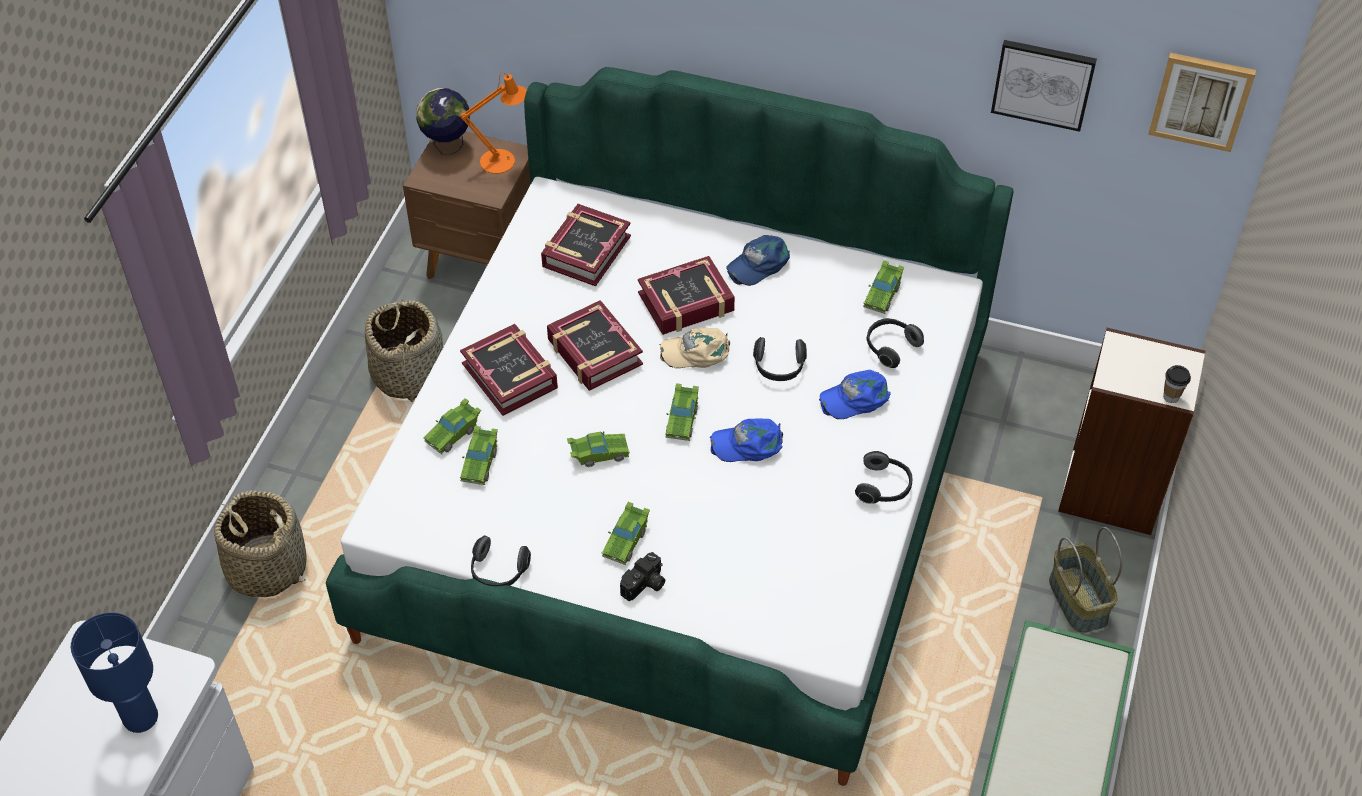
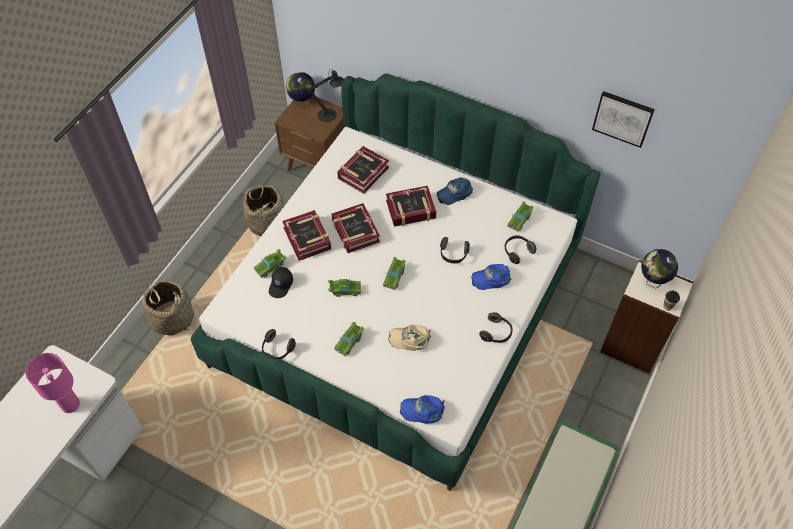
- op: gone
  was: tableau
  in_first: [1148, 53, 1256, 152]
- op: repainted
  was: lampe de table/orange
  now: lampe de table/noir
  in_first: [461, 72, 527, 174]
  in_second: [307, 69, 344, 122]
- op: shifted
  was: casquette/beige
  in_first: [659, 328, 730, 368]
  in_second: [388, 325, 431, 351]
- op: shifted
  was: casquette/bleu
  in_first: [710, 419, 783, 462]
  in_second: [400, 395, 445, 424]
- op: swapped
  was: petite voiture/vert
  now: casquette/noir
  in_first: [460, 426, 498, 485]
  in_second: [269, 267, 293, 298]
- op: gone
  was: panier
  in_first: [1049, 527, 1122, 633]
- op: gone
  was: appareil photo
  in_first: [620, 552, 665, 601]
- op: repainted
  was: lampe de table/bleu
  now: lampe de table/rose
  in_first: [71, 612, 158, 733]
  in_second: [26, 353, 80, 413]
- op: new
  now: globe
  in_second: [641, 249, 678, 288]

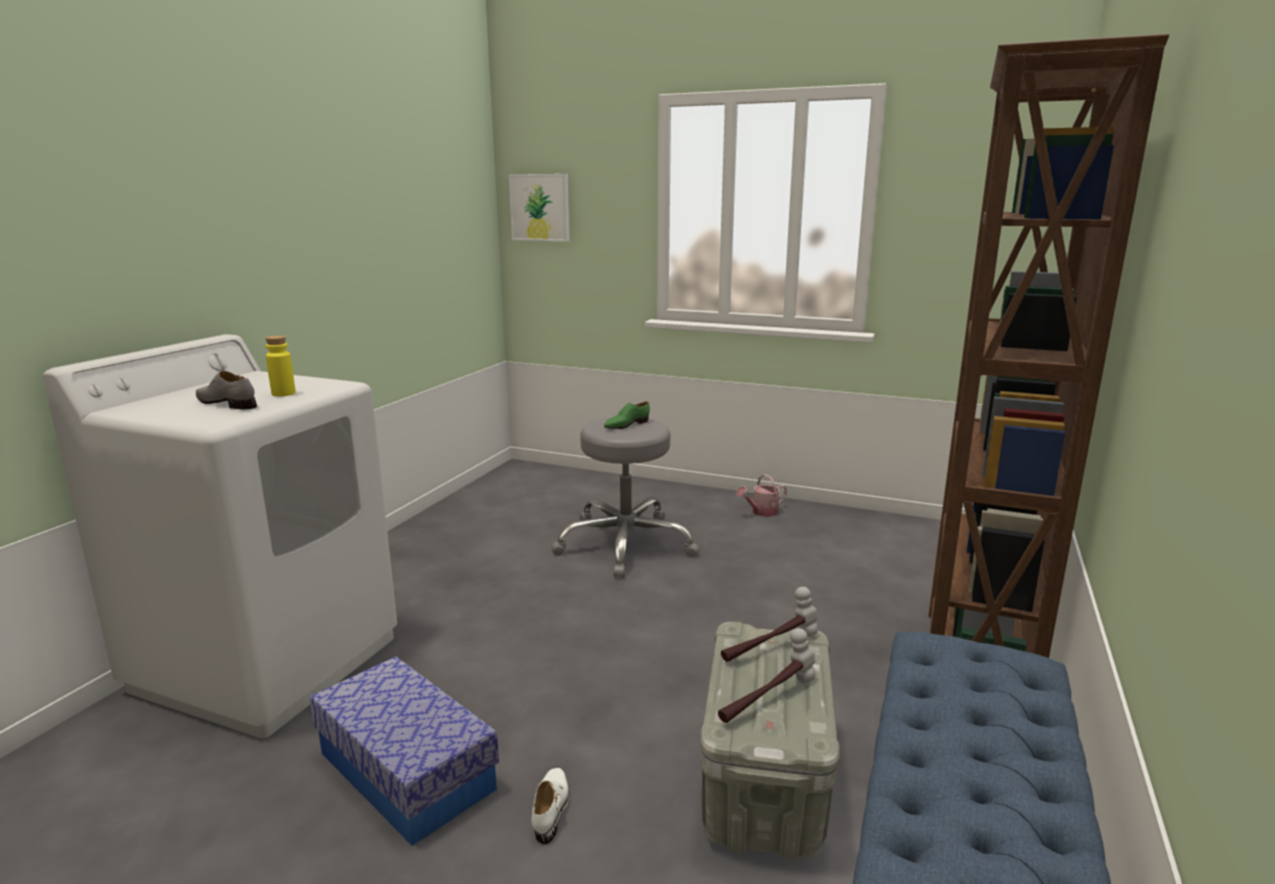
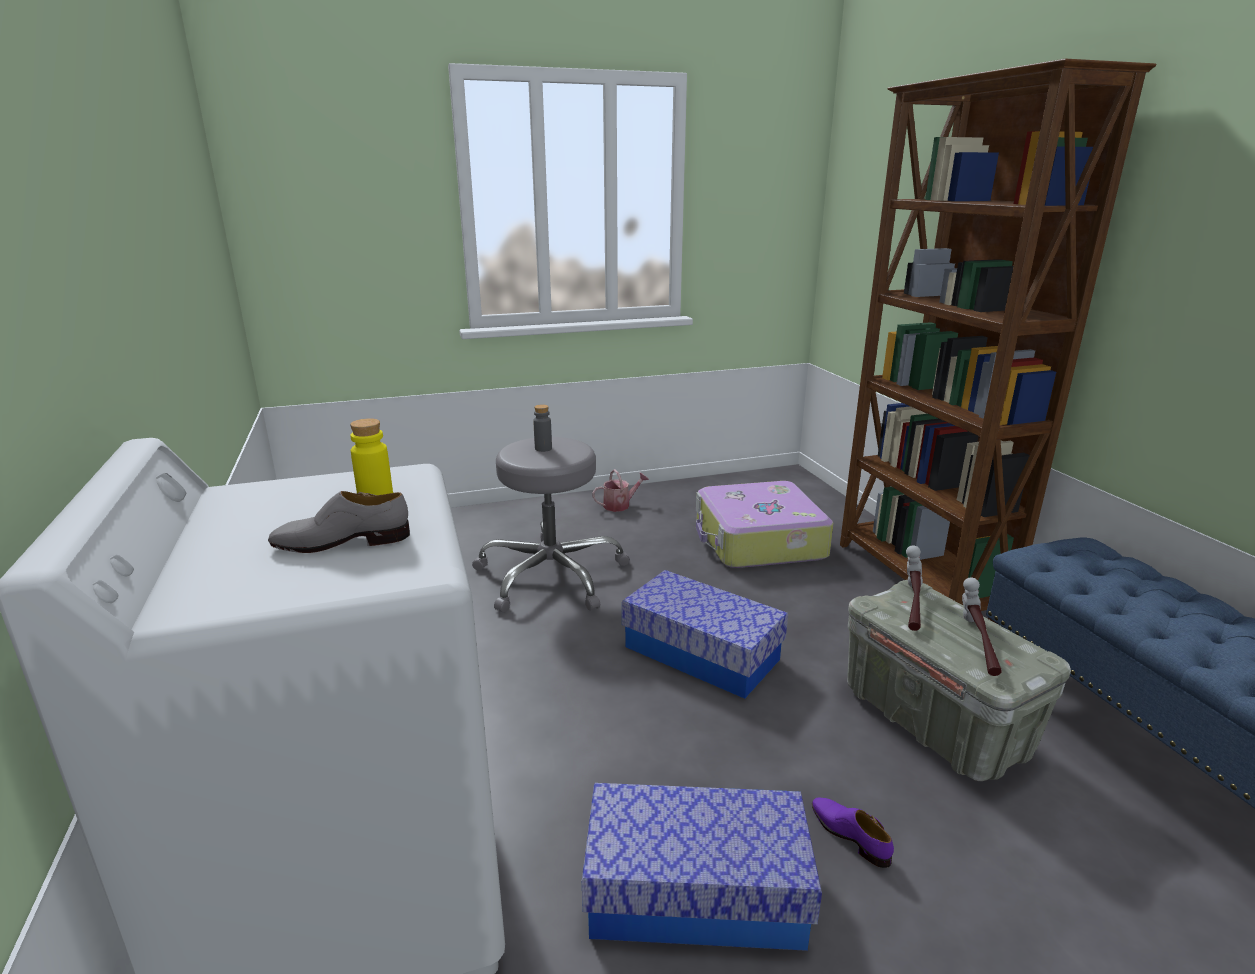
- op: gone
  was: tableau
  in_first: [509, 174, 569, 242]
- op: swapped
  was: chaussure/vert
  now: bouteille/gris
  in_first: [604, 401, 650, 429]
  in_second: [533, 404, 552, 452]
- op: rotated
  was: arrosoir
  in_first: [736, 474, 787, 517]
  in_second: [592, 469, 649, 512]
  clockwise: -135
- op: repainted
  was: chaussure/blanc
  now: chaussure/violet
  in_first: [531, 768, 568, 844]
  in_second: [812, 798, 894, 868]
- op: new
  now: valise
  in_second: [696, 481, 834, 568]
- op: new
  now: boîte de rangement
  in_second: [622, 570, 788, 699]

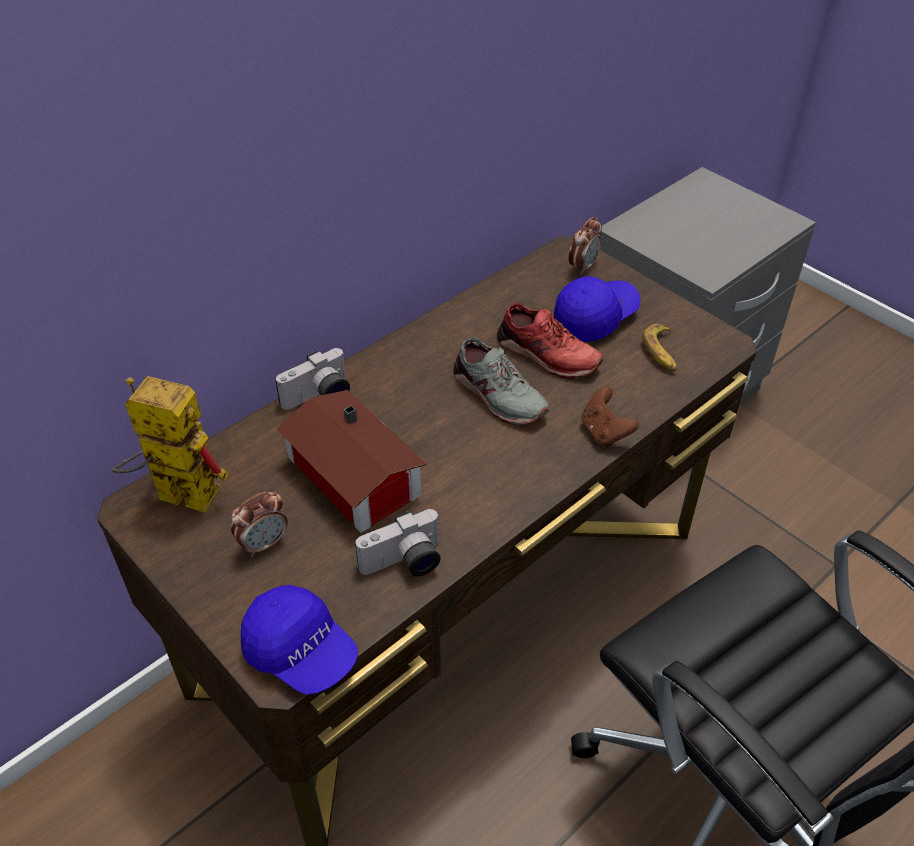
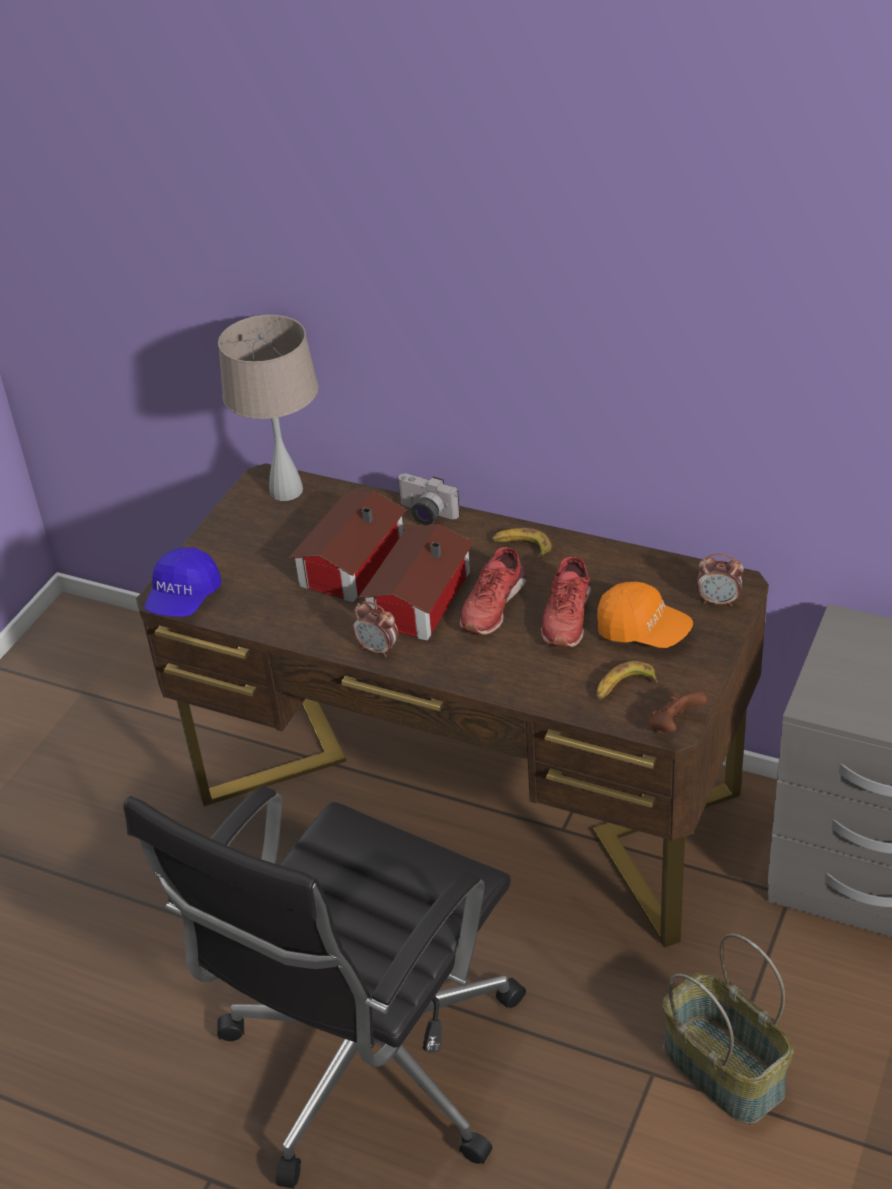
- op: repainted
  was: casquette/bleu
  now: casquette/orange
  in_first: [554, 276, 640, 342]
  in_second: [597, 581, 693, 648]
- op: repainted
  was: chaussure/gris
  now: chaussure/rouge
  in_first: [453, 337, 549, 425]
  in_second: [460, 547, 526, 635]
- op: swapped
  was: robot jouet
  now: lampe de table/beige
  in_first: [112, 376, 228, 513]
  in_second: [218, 315, 319, 501]
- op: shifted
  was: manette/marron
  in_first: [581, 387, 639, 447]
  in_second: [650, 691, 707, 733]
- op: shifted
  was: réveil
  in_first: [231, 492, 288, 557]
  in_second: [353, 601, 399, 657]
- op: gone
  was: appareil photo
  in_first: [355, 509, 441, 576]
- op: new
  now: maison miniature
  in_second: [359, 524, 474, 641]
- op: new
  now: banane
  in_second: [492, 528, 552, 558]
- op: new
  now: panier
  in_second: [662, 934, 794, 1124]

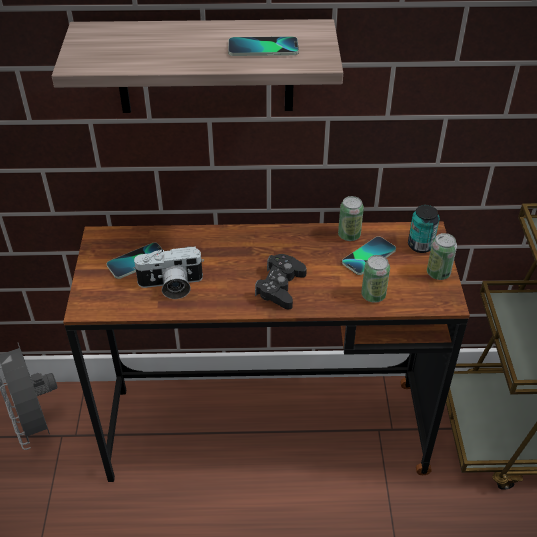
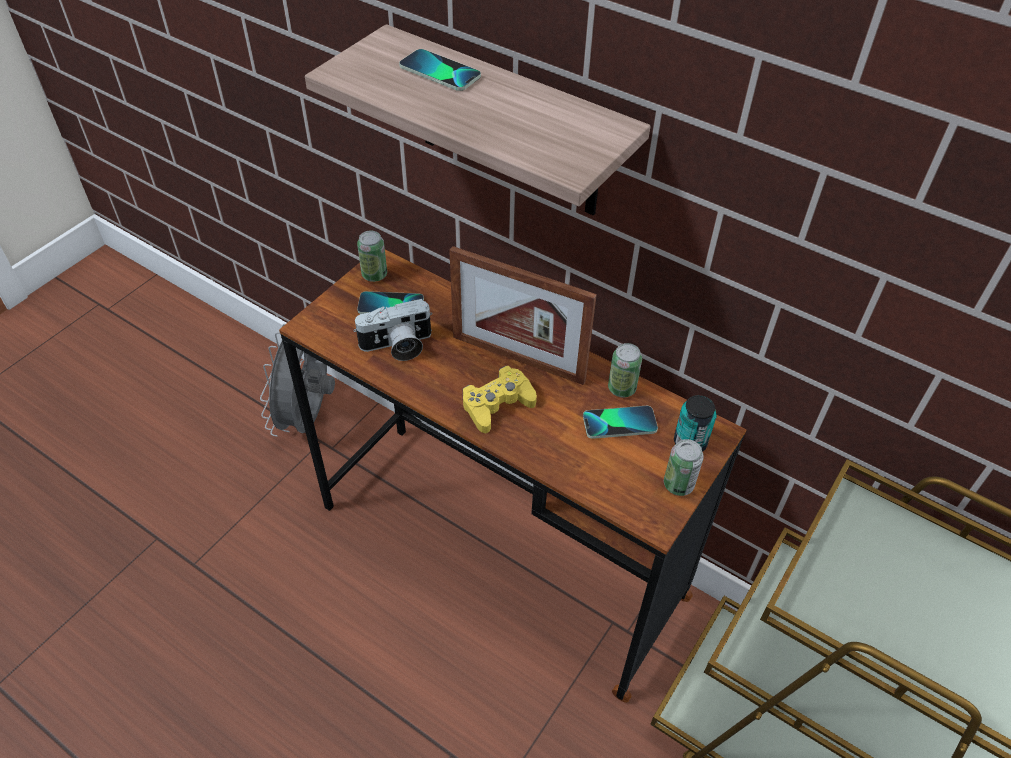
- op: shifted
  was: téléphone
  in_first: [228, 36, 299, 56]
  in_second: [399, 49, 481, 91]
- op: rotated
  was: appareil photo
  in_first: [133, 246, 204, 299]
  in_second: [353, 299, 433, 361]
  clockwise: -45
- op: repainted
  was: manette/noir
  now: manette/jaune
  in_first: [255, 254, 307, 309]
  in_second: [463, 366, 537, 433]
- op: shifted
  was: boîte métallique
  in_first: [361, 255, 390, 303]
  in_second: [357, 231, 387, 282]
- op: new
  now: cadre photo
  in_second: [449, 246, 597, 385]

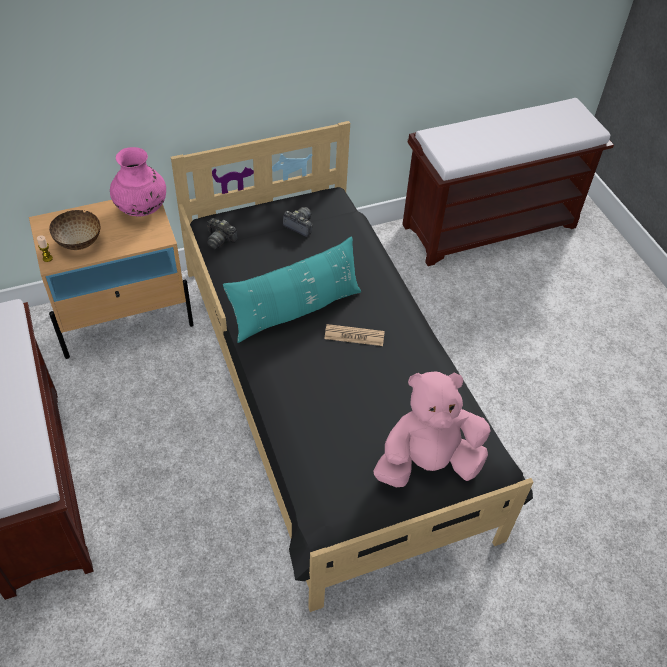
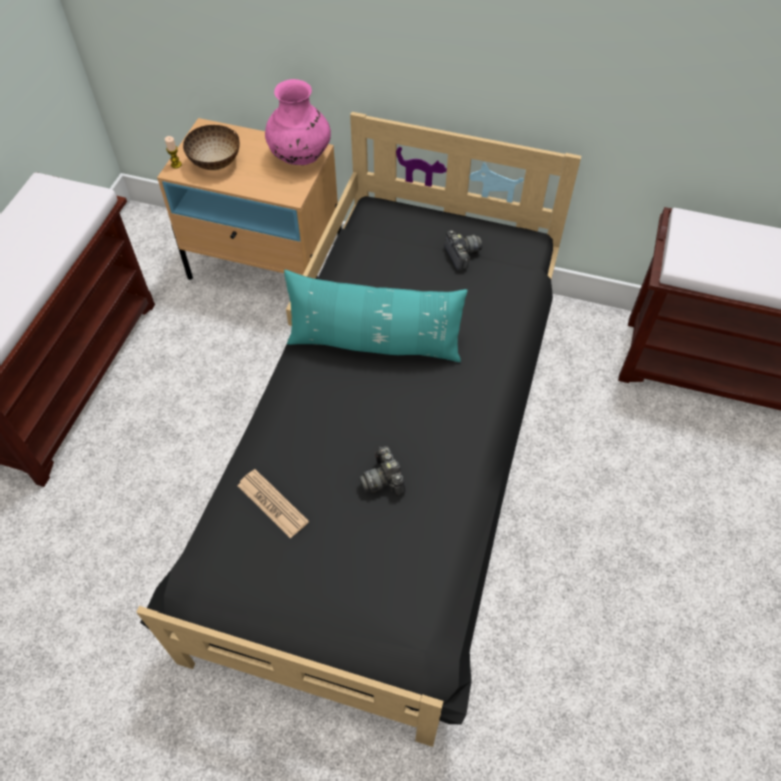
- op: shifted
  was: appareil photo
  in_first: [207, 218, 238, 249]
  in_second: [359, 446, 405, 496]
- op: shifted
  was: journal
  in_first: [324, 324, 385, 346]
  in_second: [237, 469, 309, 539]
- op: gone
  was: peluche/rose
  in_first: [373, 372, 490, 487]

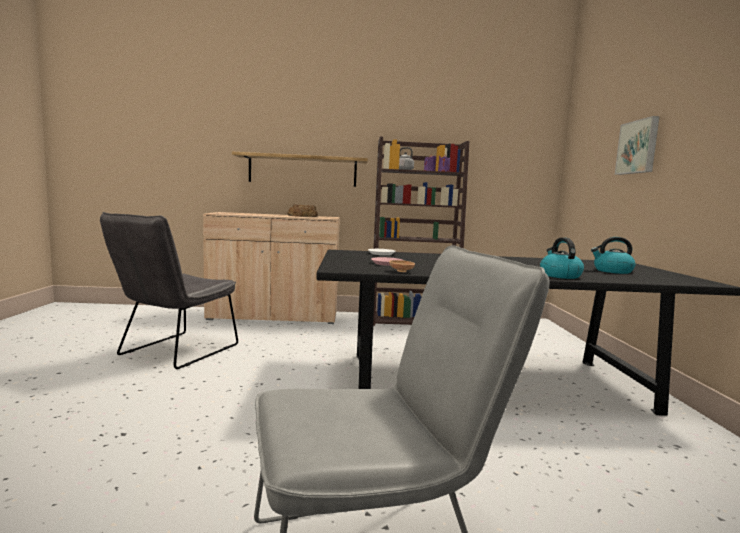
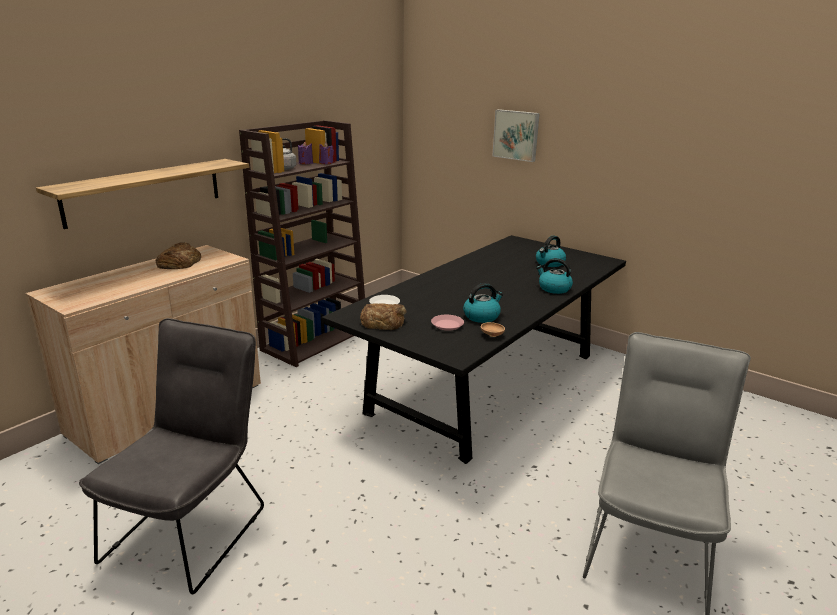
- op: rotated
  was: chaise/gris
  in_first: [100, 212, 238, 369]
  in_second: [79, 318, 264, 594]
  clockwise: -135
- op: new
  now: bouilloire
  in_second: [463, 283, 503, 323]
- op: new
  now: pain
  in_second: [360, 303, 407, 330]

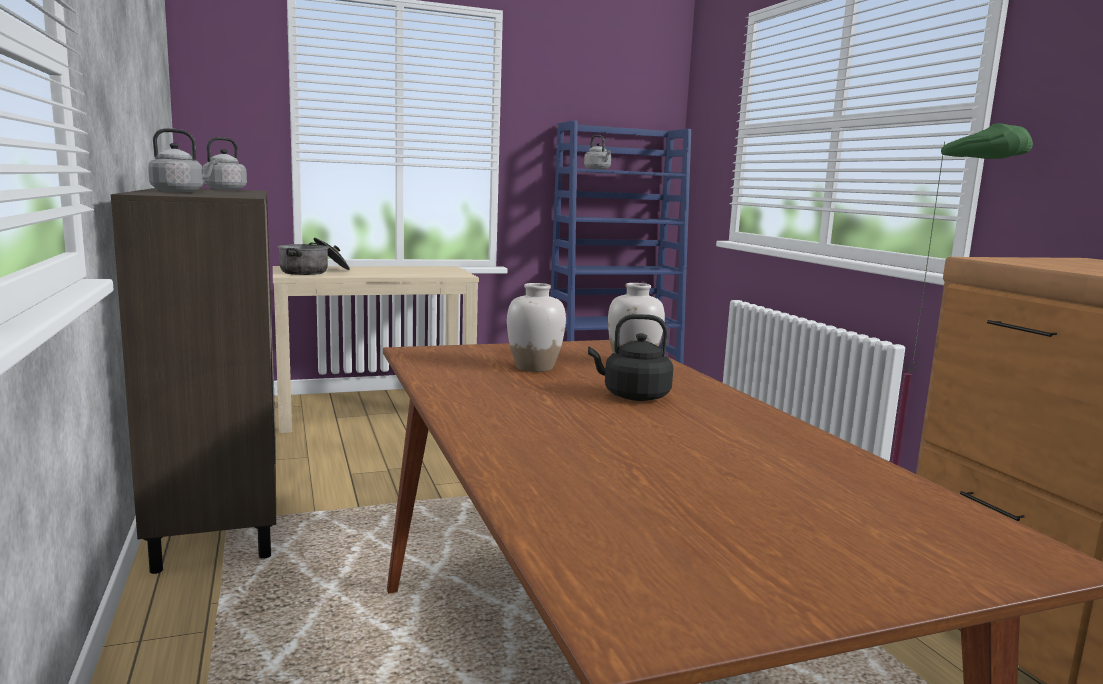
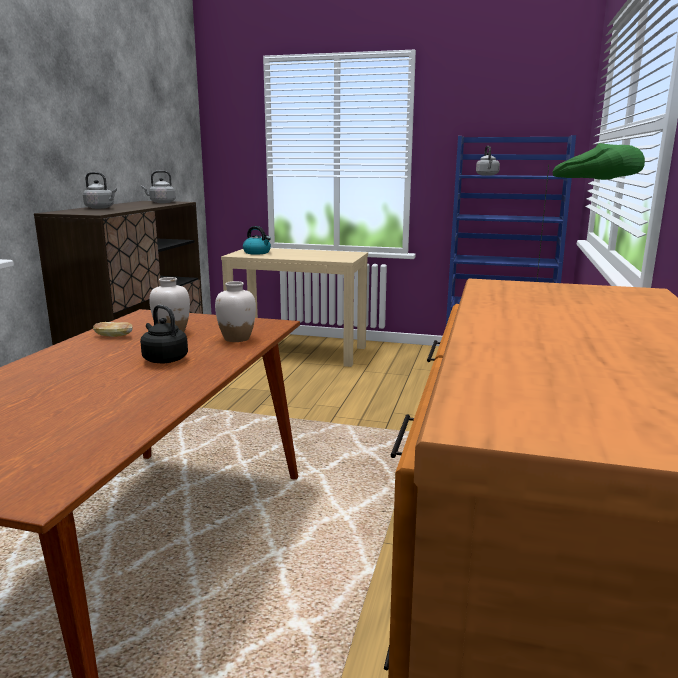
- op: swapped
  was: marmite
  now: bouilloire
  in_first: [277, 237, 350, 275]
  in_second: [243, 226, 271, 254]
- op: new
  now: pain
  in_second: [93, 322, 132, 337]

